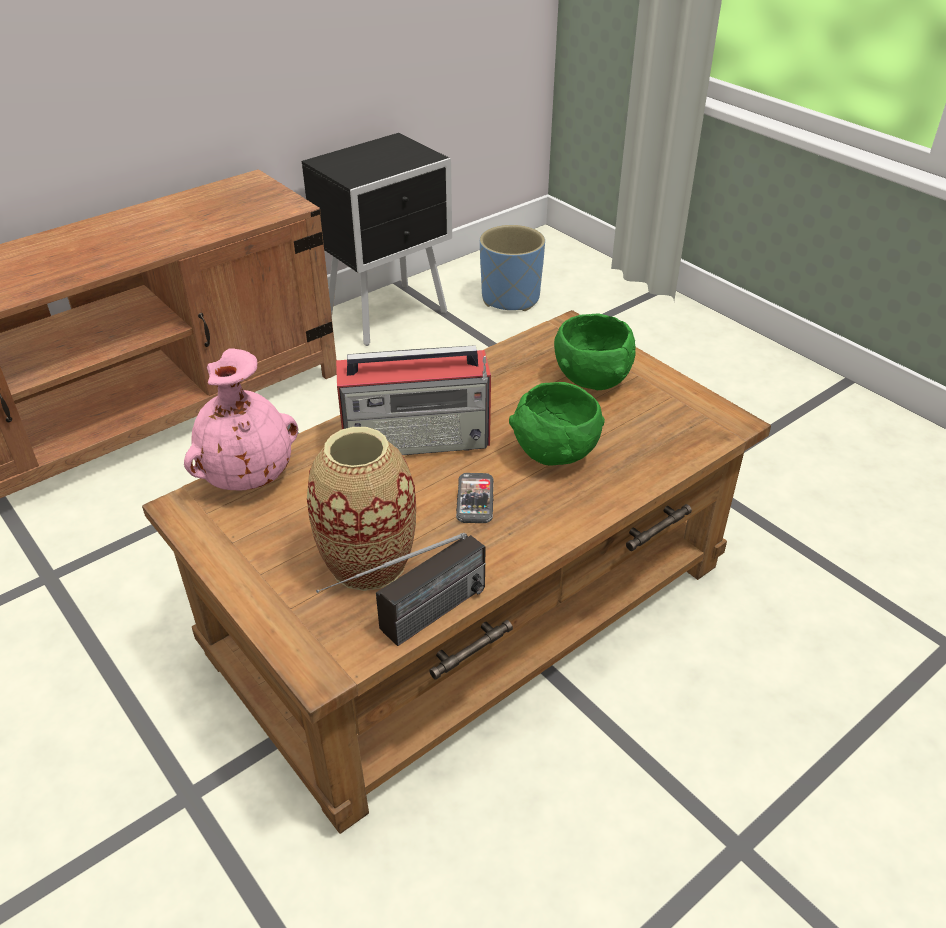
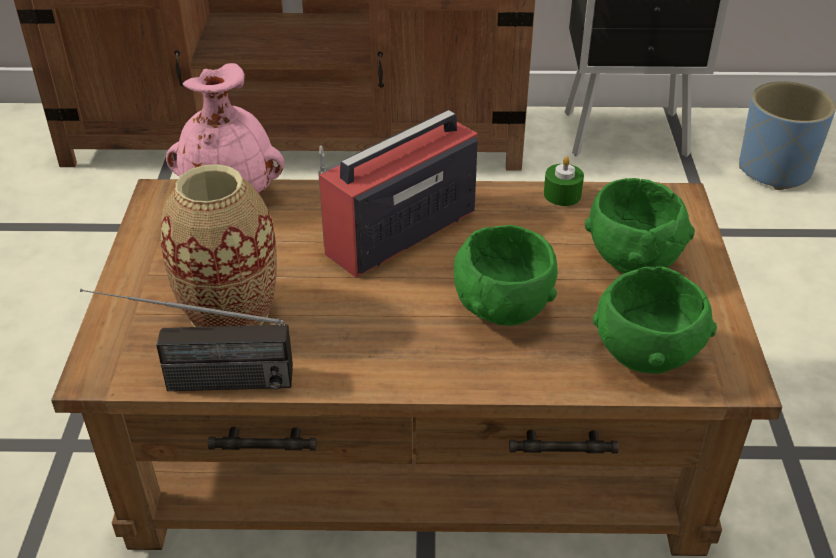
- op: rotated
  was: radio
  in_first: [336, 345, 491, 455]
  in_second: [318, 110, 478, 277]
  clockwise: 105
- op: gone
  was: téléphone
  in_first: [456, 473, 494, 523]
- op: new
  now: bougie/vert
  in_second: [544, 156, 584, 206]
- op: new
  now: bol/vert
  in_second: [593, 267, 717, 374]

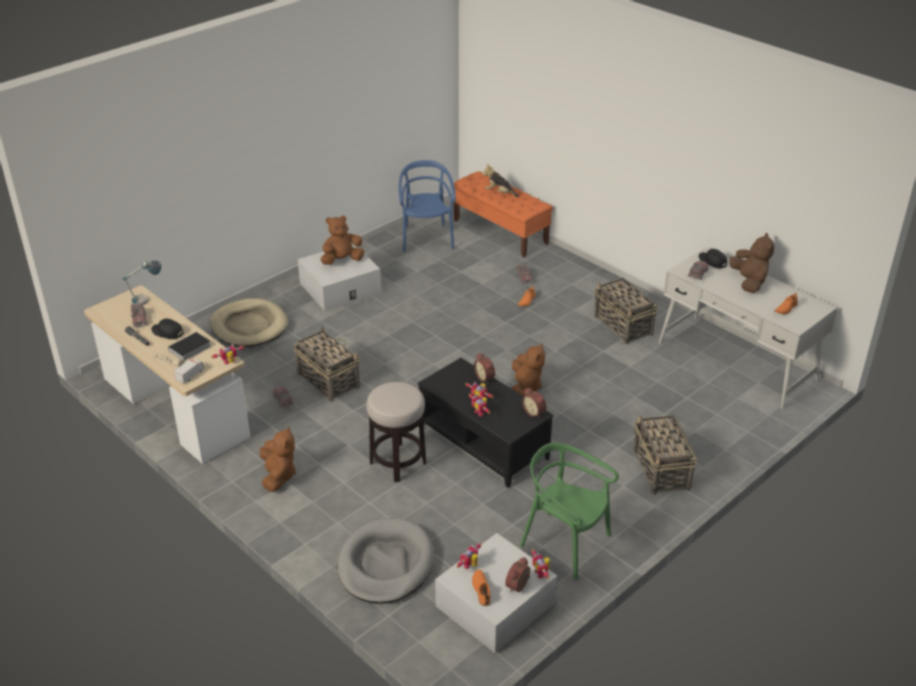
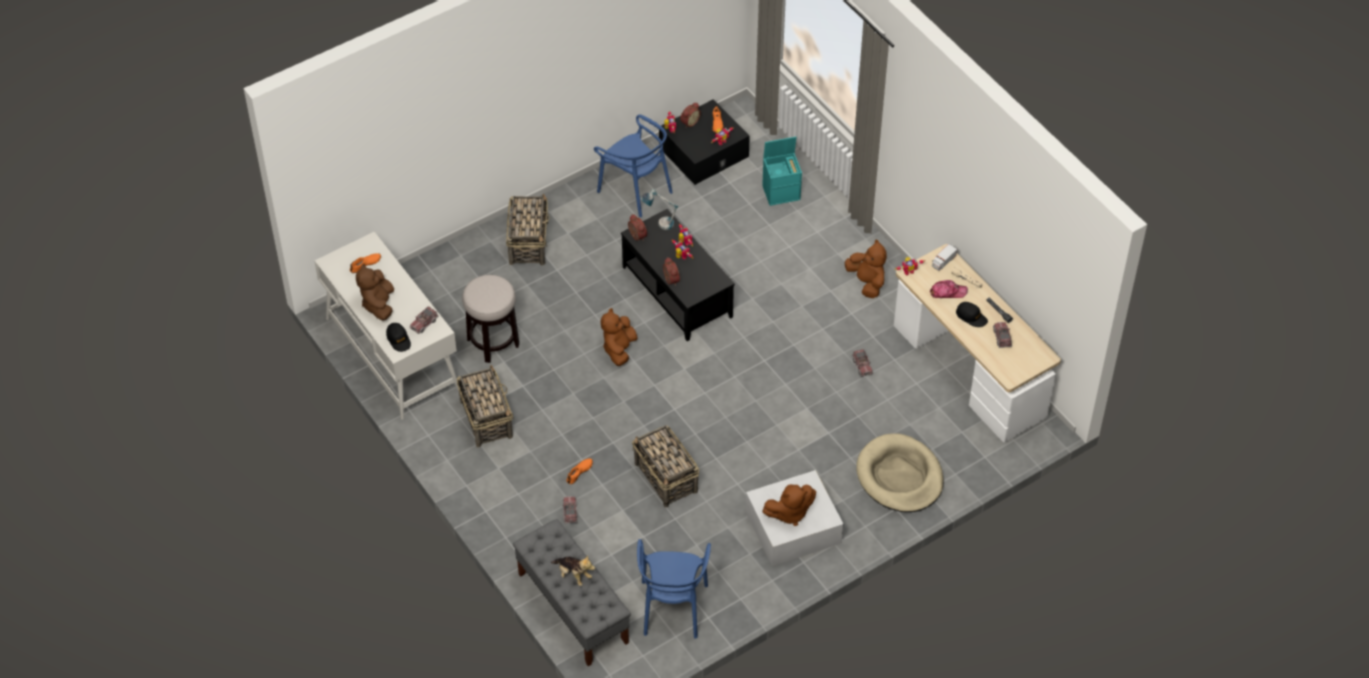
- op: repainted
  was: banc/orange
  now: banc/gris
  in_first: [454, 171, 553, 257]
  in_second: [513, 519, 631, 666]
- op: shifted
  was: lampe de table
  in_first: [123, 261, 161, 305]
  in_second: [640, 189, 678, 230]
- op: shifted
  was: panier
  in_first: [293, 326, 360, 402]
  in_second: [632, 425, 699, 507]
- op: swapped
  was: livre
  now: casquette
  in_first: [165, 332, 211, 361]
  in_second: [930, 280, 968, 298]
- op: shifted
  was: tabouret
  in_first: [366, 382, 426, 482]
  in_second: [462, 275, 519, 363]
- op: rotated
  was: peluche/marron
  in_first: [260, 426, 296, 492]
  in_second: [845, 239, 887, 298]
  clockwise: 150
- op: repainted
  was: chaise/vert
  now: chaise/bleu
  in_first: [520, 443, 619, 580]
  in_second: [594, 115, 673, 217]
- op: swapped
  was: panier pour chien/gris
  now: boîte de rangement/turquoise
  in_first: [338, 518, 434, 604]
  in_second: [762, 137, 802, 206]
- op: repainted
  was: boîte de rangement/blanc
  now: boîte de rangement/noir
  in_first: [435, 533, 557, 653]
  in_second: [659, 99, 750, 185]

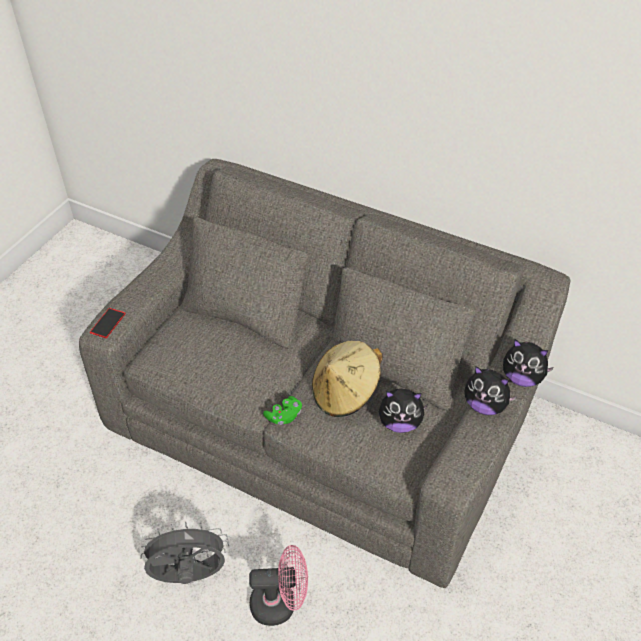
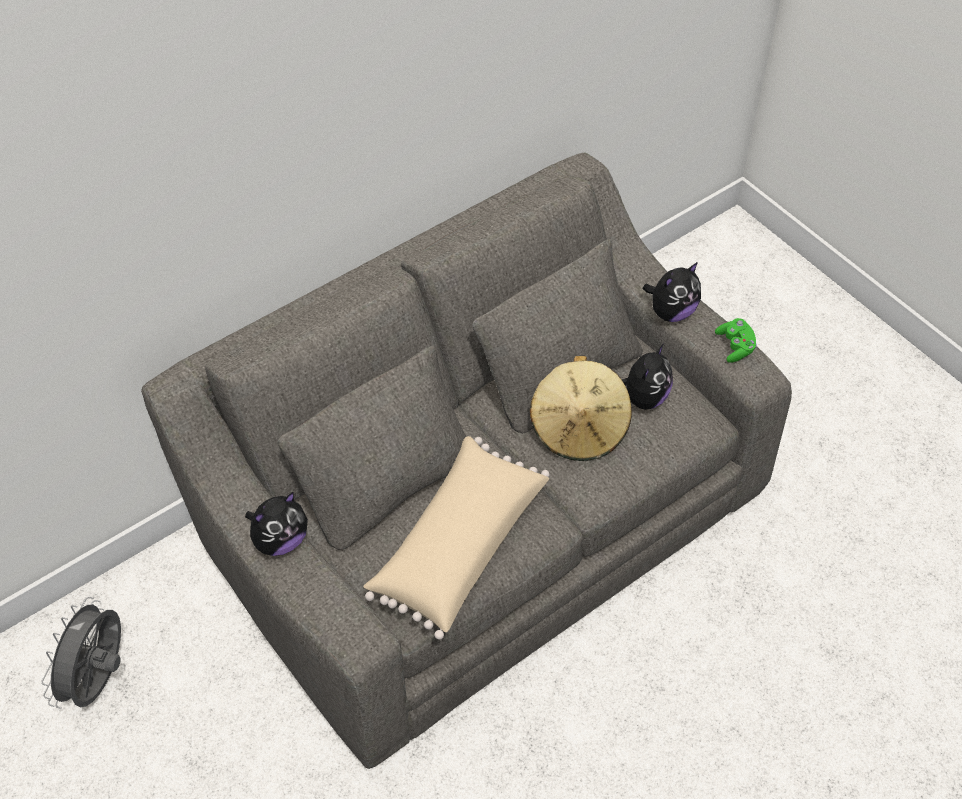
- op: gone
  was: téléphone
  in_first: [90, 308, 126, 338]
- op: shifted
  was: peluche
  in_first: [503, 340, 554, 387]
  in_second: [245, 492, 308, 556]
- op: shifted
  was: manette/vert
  in_first: [263, 396, 302, 425]
  in_second: [715, 318, 757, 363]
- op: shifted
  was: ventilateur/gris
  in_first: [138, 522, 229, 584]
  in_second: [41, 597, 121, 709]
- op: gone
  was: ventilateur/rose
  in_first: [249, 545, 308, 626]
- op: new
  now: coussin/beige
  in_second: [363, 436, 549, 640]

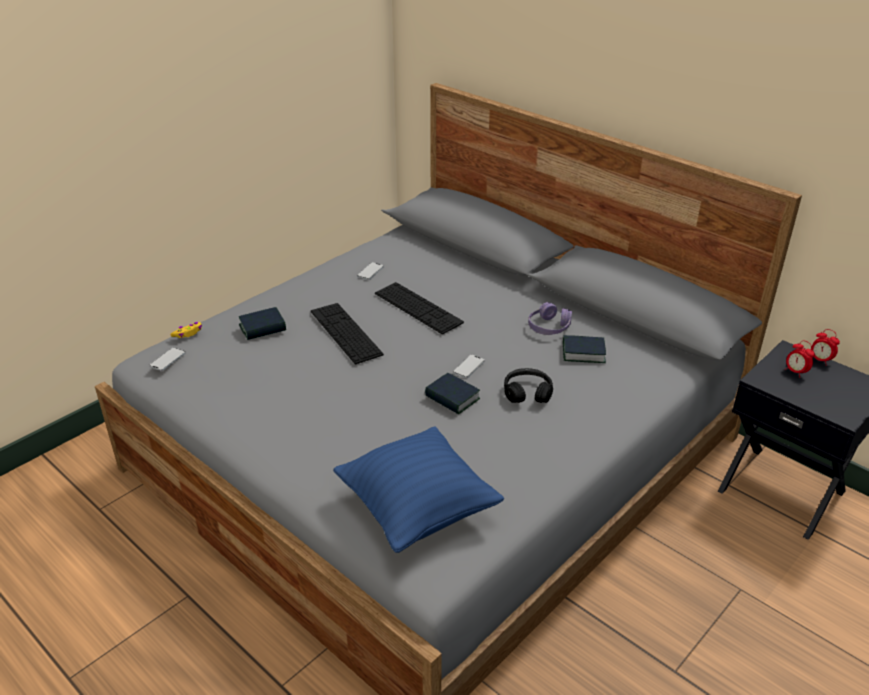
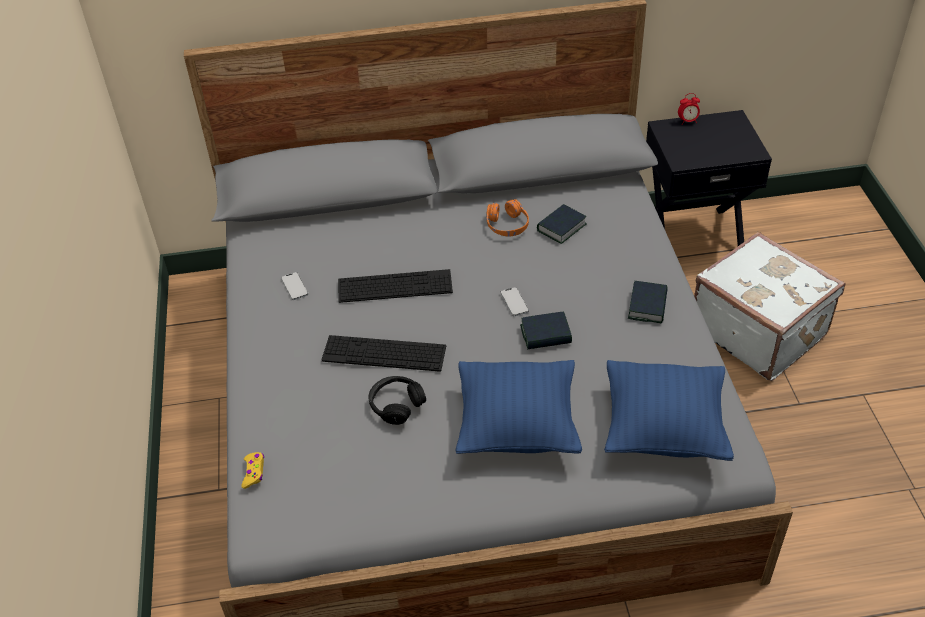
- op: repainted
  was: casque audio/violet
  now: casque audio/orange
  in_first: [528, 302, 572, 335]
  in_second: [487, 199, 529, 236]
- op: shifted
  was: livre
  in_first: [239, 307, 286, 340]
  in_second: [628, 281, 668, 323]
- op: gone
  was: réveil
  in_first: [785, 340, 815, 378]
- op: gone
  was: téléphone
  in_first: [149, 347, 186, 371]
- op: shifted
  was: casque audio/noir
  in_first: [504, 368, 553, 403]
  in_second: [369, 376, 426, 425]
- op: new
  now: valise/blanc
  in_second: [694, 232, 845, 381]
- op: new
  now: coussin/bleu
  in_second: [455, 360, 582, 454]

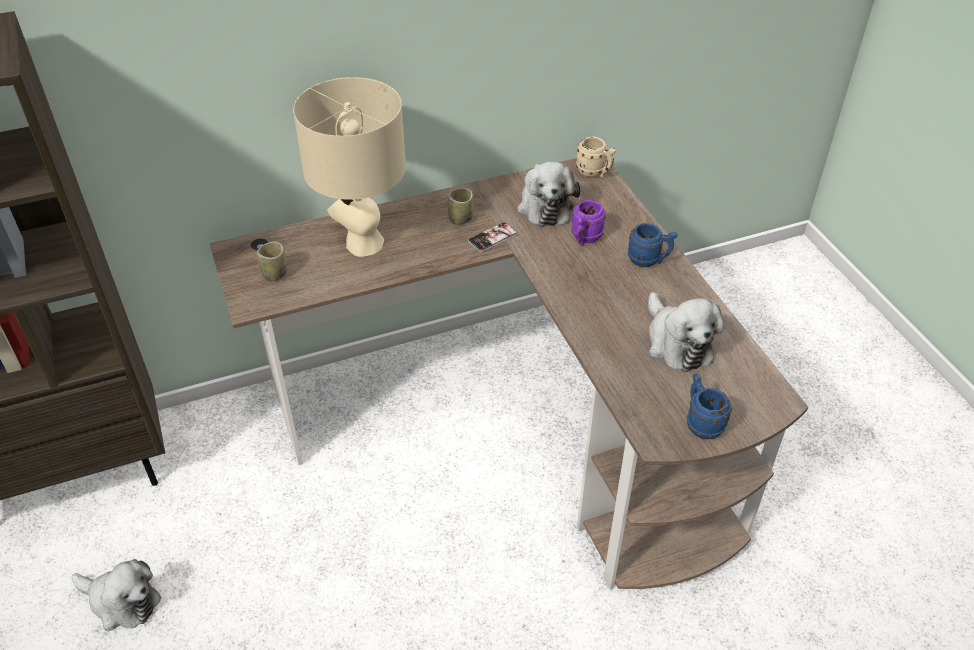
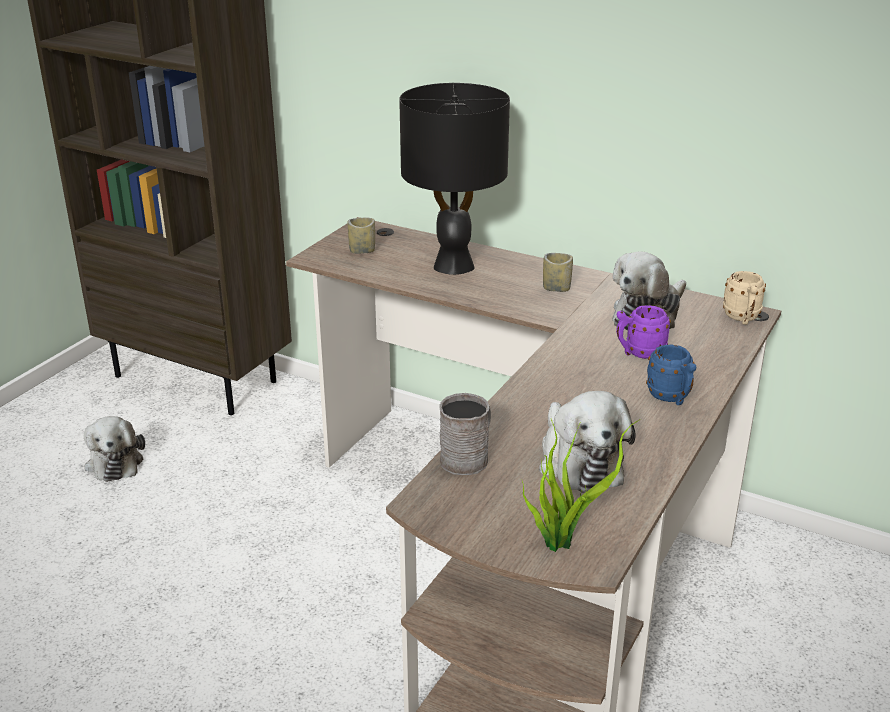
- op: repainted
  was: lampe de table/beige
  now: lampe de table/noir
  in_first: [293, 77, 406, 257]
  in_second: [399, 83, 510, 275]
- op: gone
  was: téléphone
  in_first: [468, 222, 517, 252]
- op: rotated
  was: peluche
  in_first: [648, 292, 724, 372]
  in_second: [539, 391, 635, 493]
  clockwise: -45
- op: gone
  was: mug/bleu
  in_first: [686, 373, 732, 439]
- op: new
  now: mug/gris
  in_second: [439, 393, 491, 475]
- op: new
  now: plante en pot
  in_second: [522, 419, 640, 552]

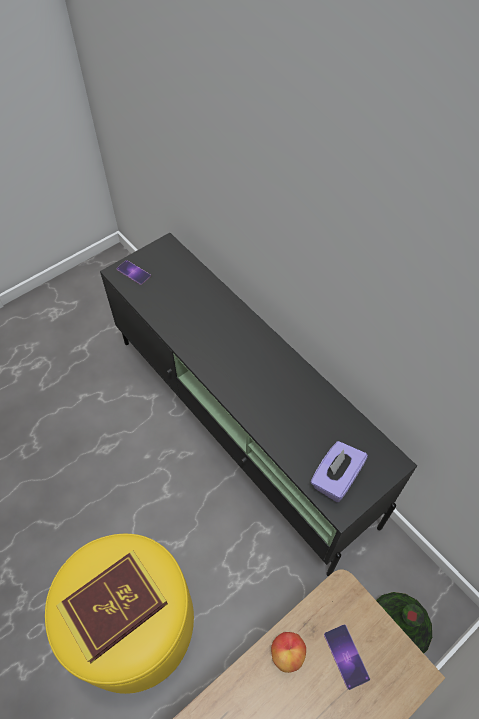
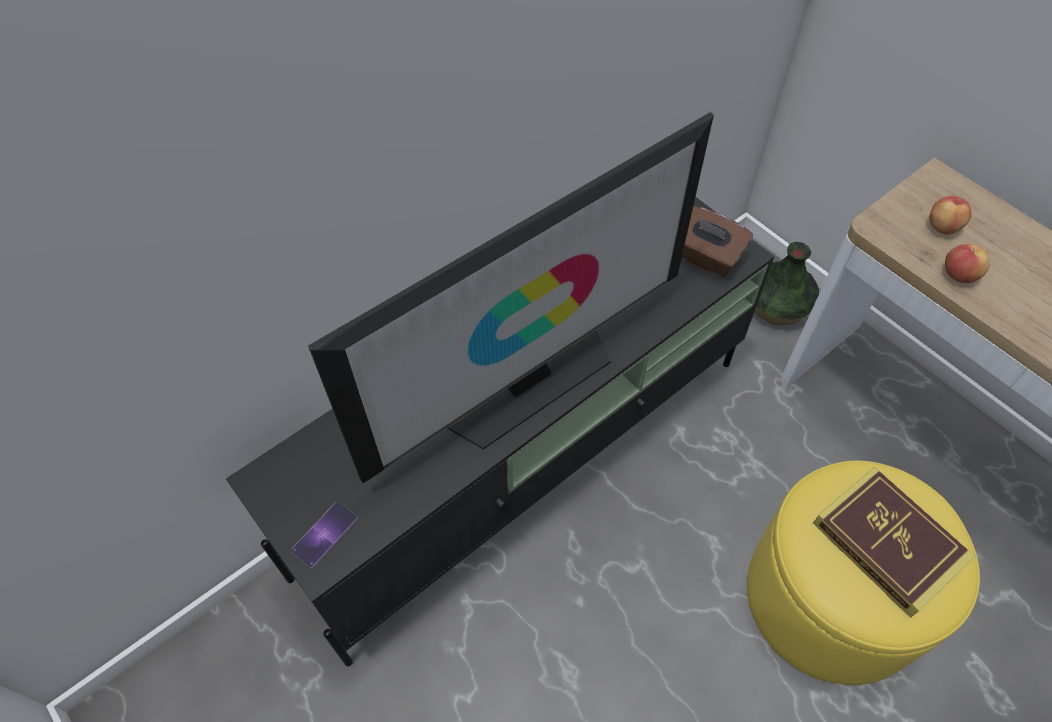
- op: repainted
  was: boîte à mouchoirs/violet
  now: boîte à mouchoirs/marron
  in_first: [311, 441, 368, 502]
  in_second: [682, 206, 753, 277]
- op: swapped
  was: téléphone
  now: pomme
  in_first: [324, 624, 370, 690]
  in_second: [929, 196, 972, 235]
- op: new
  now: téléviseur
  in_second: [308, 112, 714, 483]

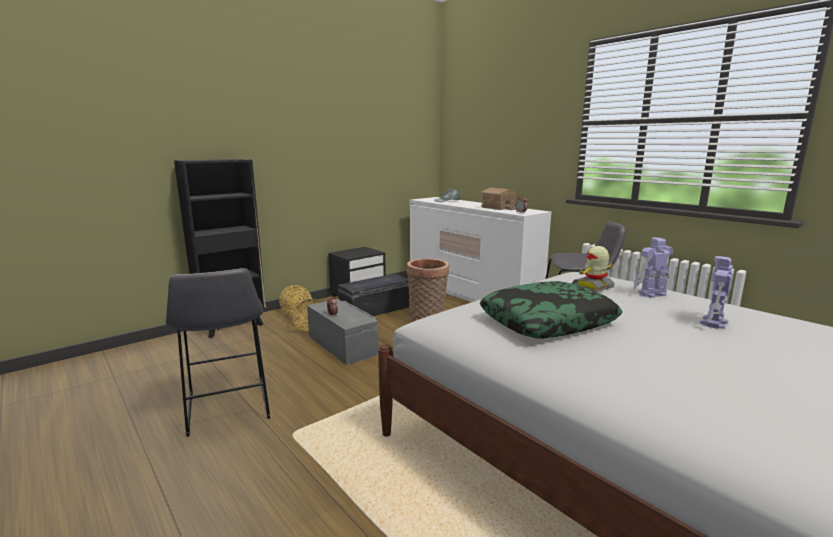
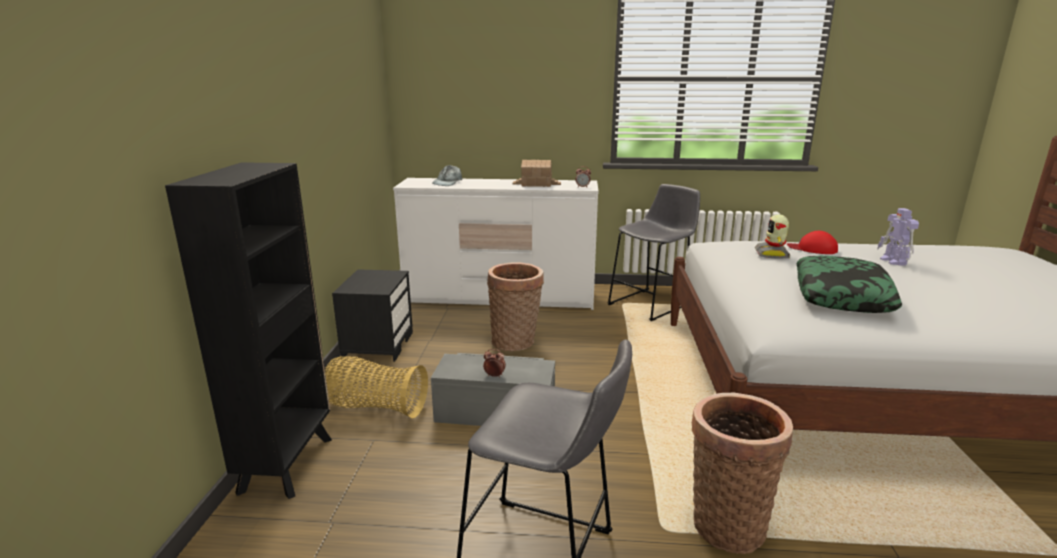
- op: swapped
  was: robot jouet
  now: casquette/rouge
  in_first: [633, 237, 673, 298]
  in_second: [787, 231, 838, 254]
- op: gone
  was: boîte de rangement/noir
  in_first: [338, 274, 409, 316]
- op: new
  now: panier
  in_second: [692, 393, 793, 554]

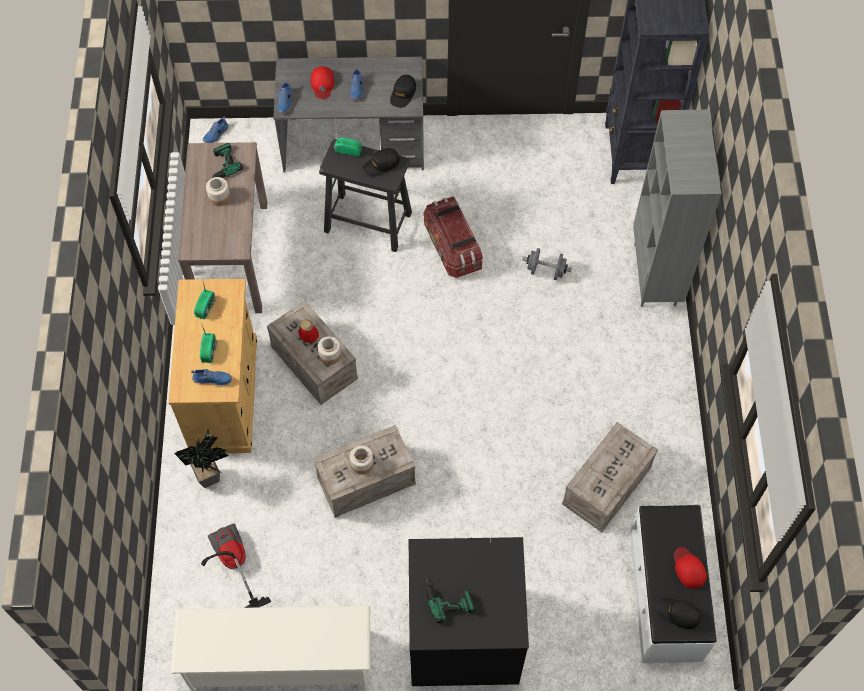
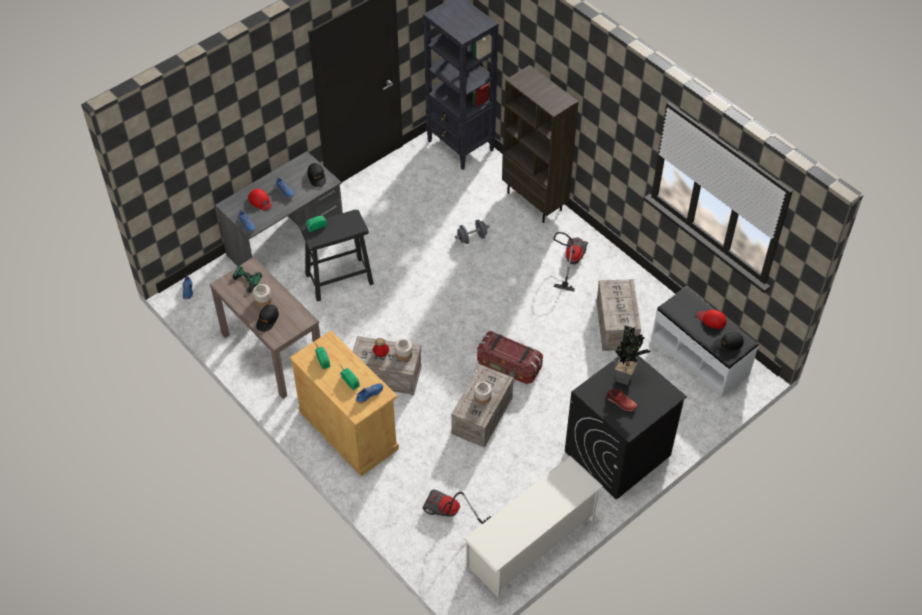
- op: repainted
  was: bibliothèque/gris
  now: bibliothèque/marron
  in_first: [633, 110, 721, 307]
  in_second: [502, 65, 579, 223]
- op: shifted
  was: casquette/noir
  in_first: [363, 148, 400, 176]
  in_second: [256, 304, 279, 332]
- op: shifted
  was: boîte de rangement
  in_first: [423, 197, 483, 278]
  in_second: [477, 331, 543, 384]
- op: shifted
  was: plante en pot
  in_first: [174, 429, 228, 488]
  in_second: [614, 326, 651, 385]
- op: swapped
  was: perceuse
  now: chaussure/rouge
  in_first: [425, 576, 475, 623]
  in_second: [606, 388, 637, 411]
- op: new
  now: aspirateur
  in_second: [553, 232, 588, 292]

